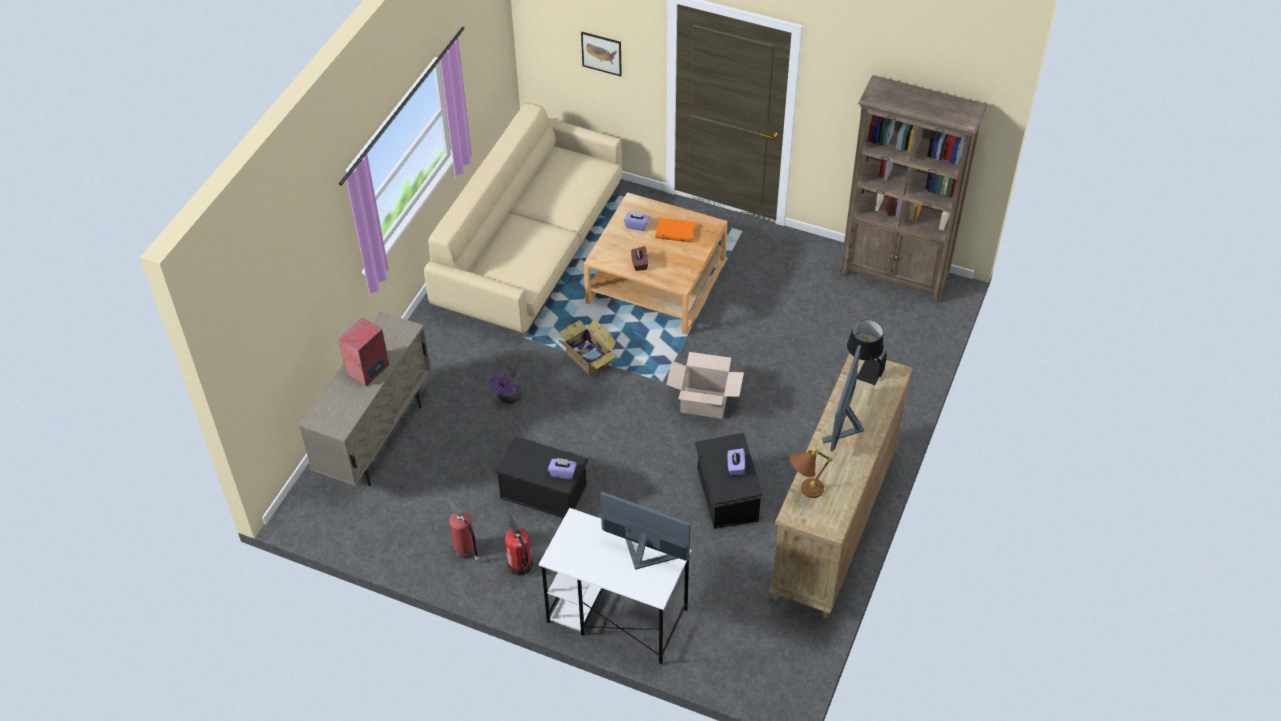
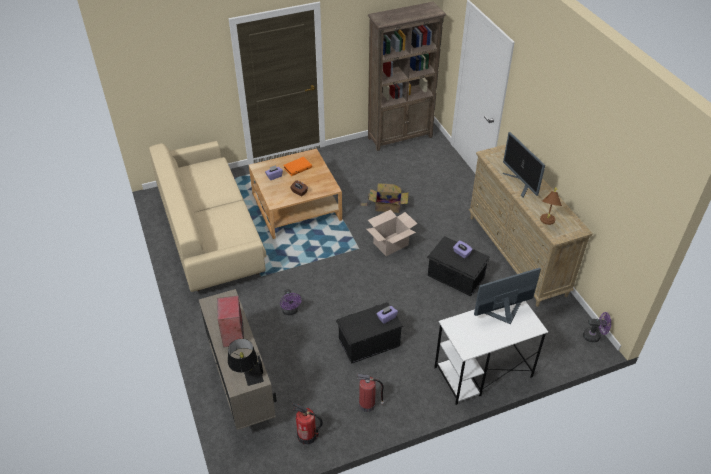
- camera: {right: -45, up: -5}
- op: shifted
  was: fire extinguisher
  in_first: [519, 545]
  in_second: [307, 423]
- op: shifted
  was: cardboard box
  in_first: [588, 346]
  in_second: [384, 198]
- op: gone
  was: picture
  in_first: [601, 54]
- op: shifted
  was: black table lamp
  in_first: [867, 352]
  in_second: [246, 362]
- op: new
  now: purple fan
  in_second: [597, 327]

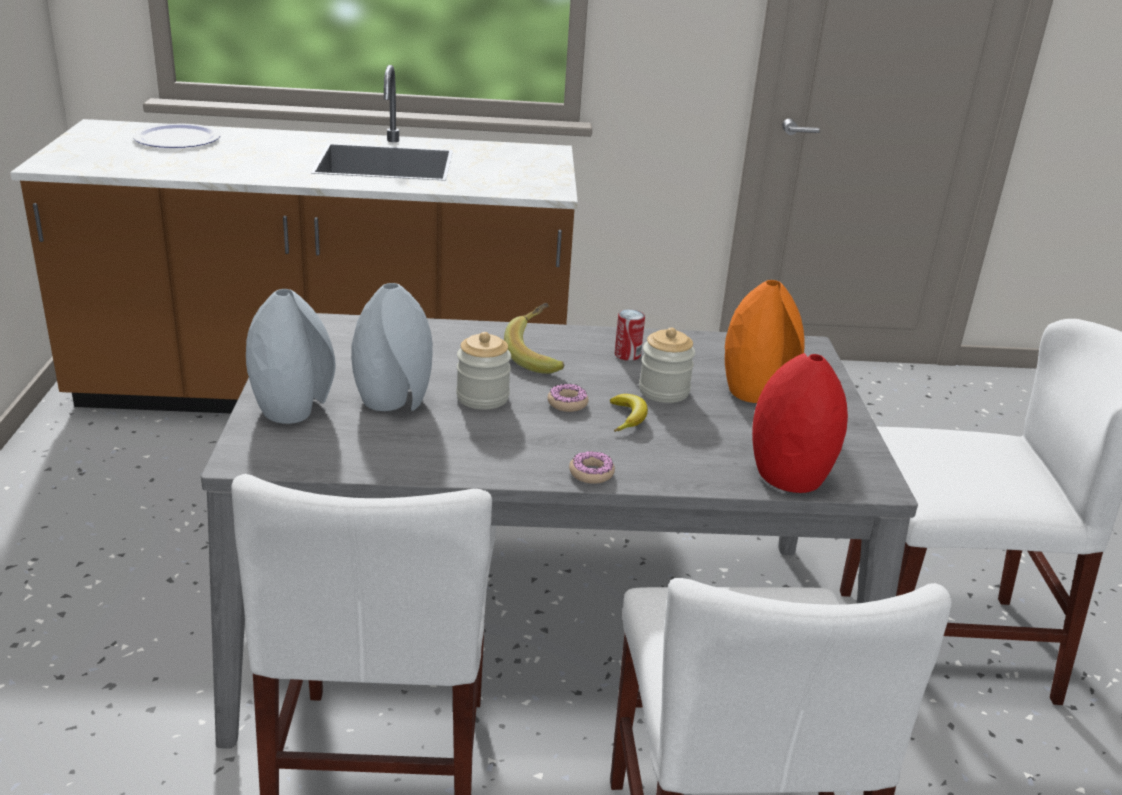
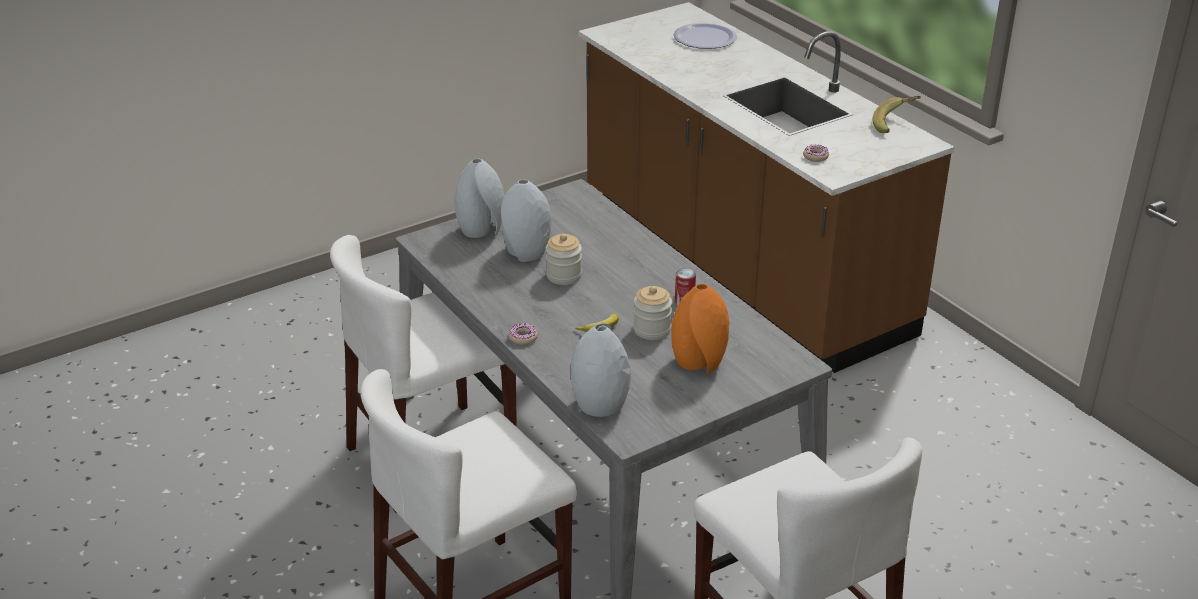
- camera: {right: 60, up: 5}
- op: shifted
  was: banana
  in_first: [534, 338]
  in_second: [897, 114]
- op: shifted
  was: donut
  in_first: [568, 398]
  in_second: [816, 153]
- op: repainted
  was: red vase
  now: grey vase
  in_first: [800, 423]
  in_second: [601, 370]

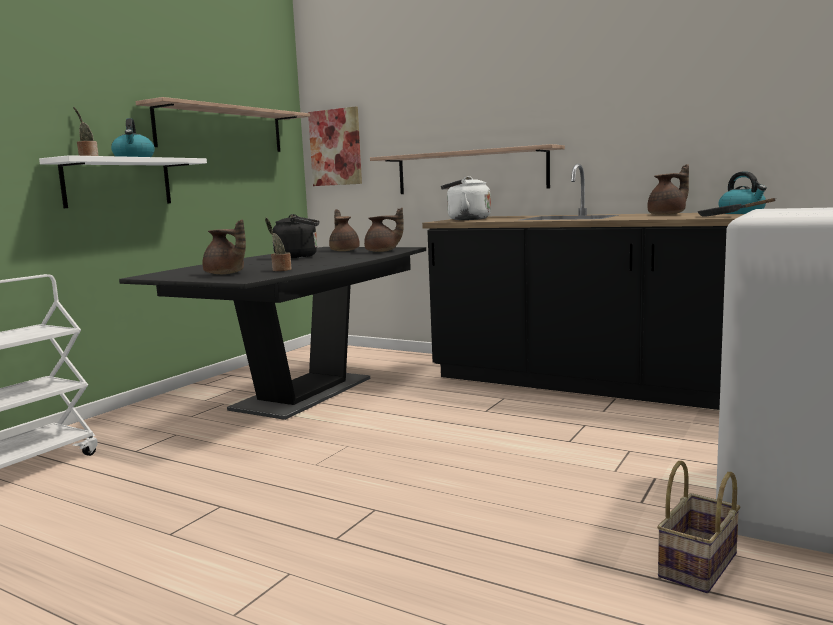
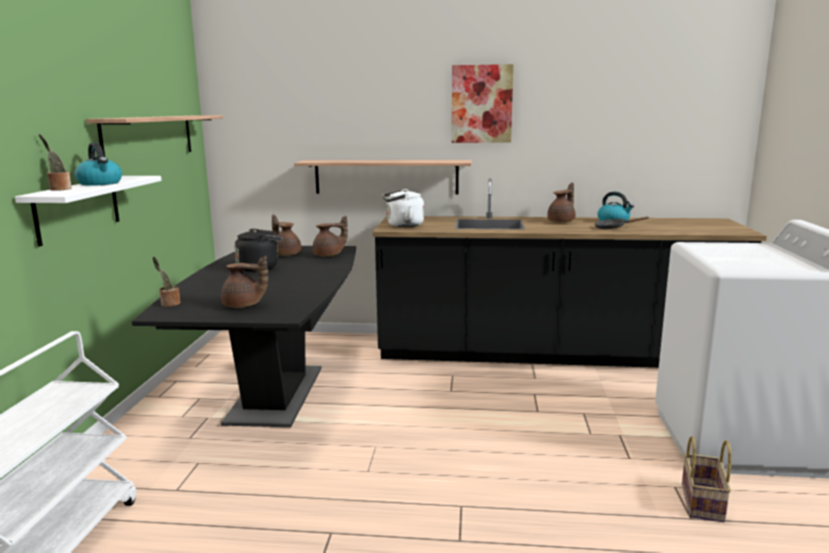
- camera: {right: -25, up: 5}
- op: shifted
  was: potted plant
  in_first: [278, 244]
  in_second: [166, 281]
- op: shifted
  was: picture
  in_first: [335, 146]
  in_second: [482, 103]

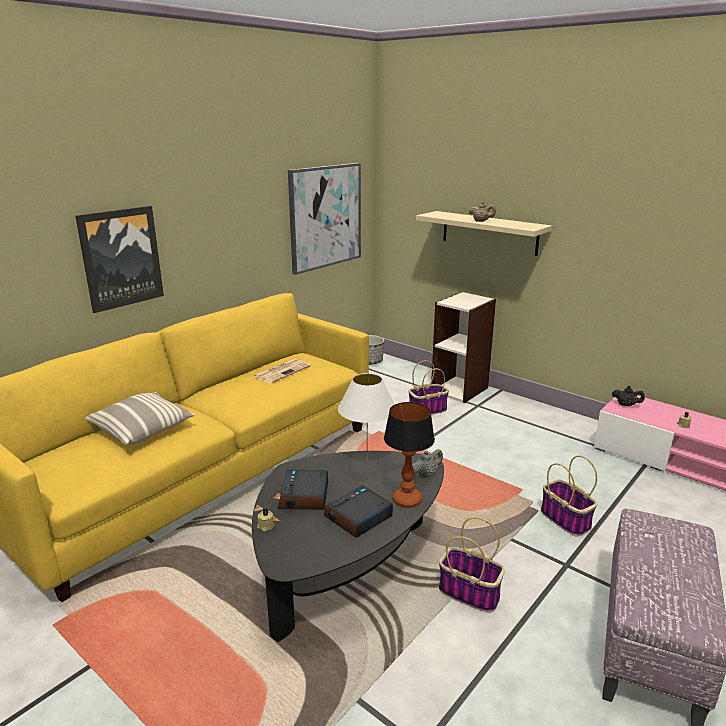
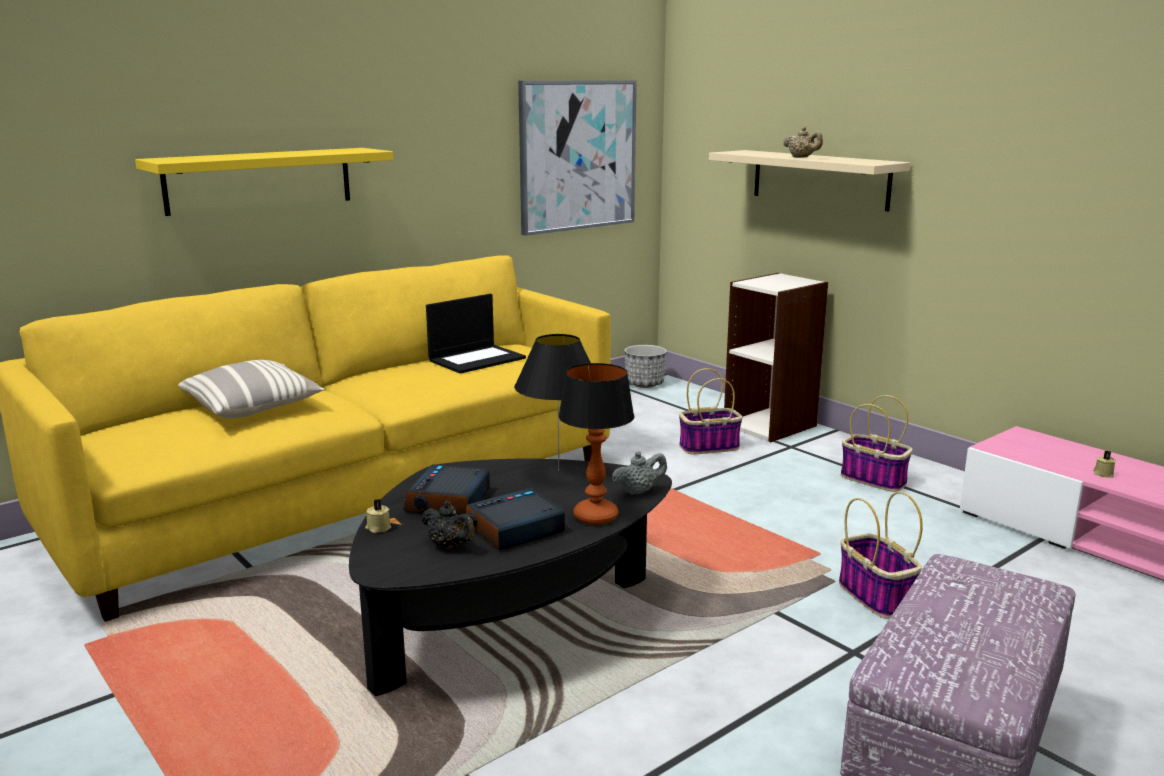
- camera: {right: 10, up: -5}
- op: swapped
  was: picture
  now: yellow shelf
  in_first: [119, 259]
  in_second: [264, 182]
- op: swapped
  was: newspaper
  now: laptop
  in_first: [282, 371]
  in_second: [476, 334]
- op: repainted
  was: white table lamp
  now: black table lamp
  in_first: [366, 417]
  in_second: [552, 402]
- op: shifted
  was: basket
  in_first: [472, 565]
  in_second: [876, 443]
- op: shifted
  was: black teapot
  in_first: [628, 396]
  in_second: [448, 524]

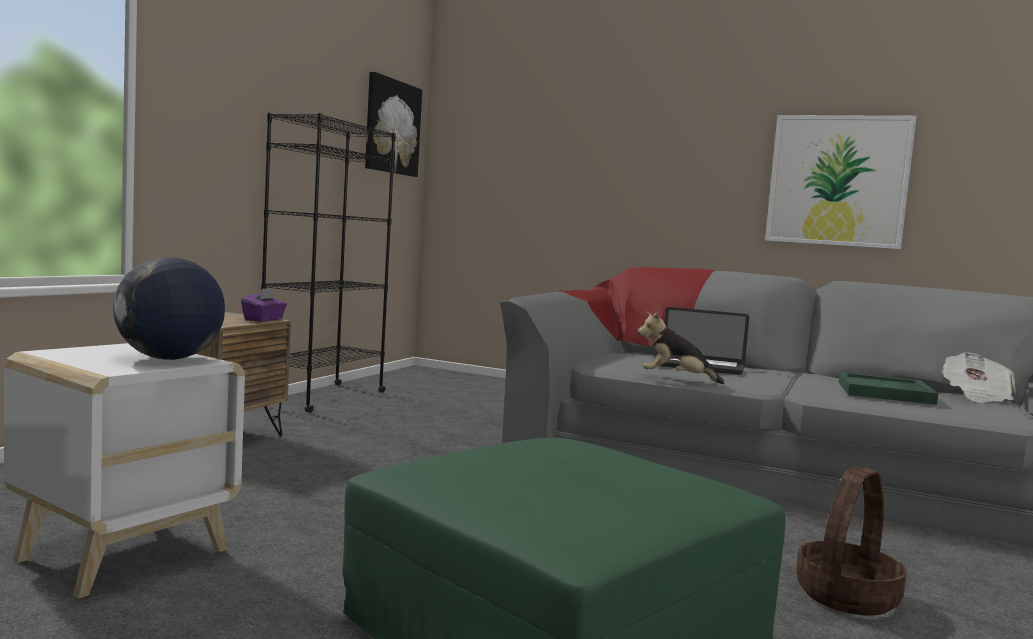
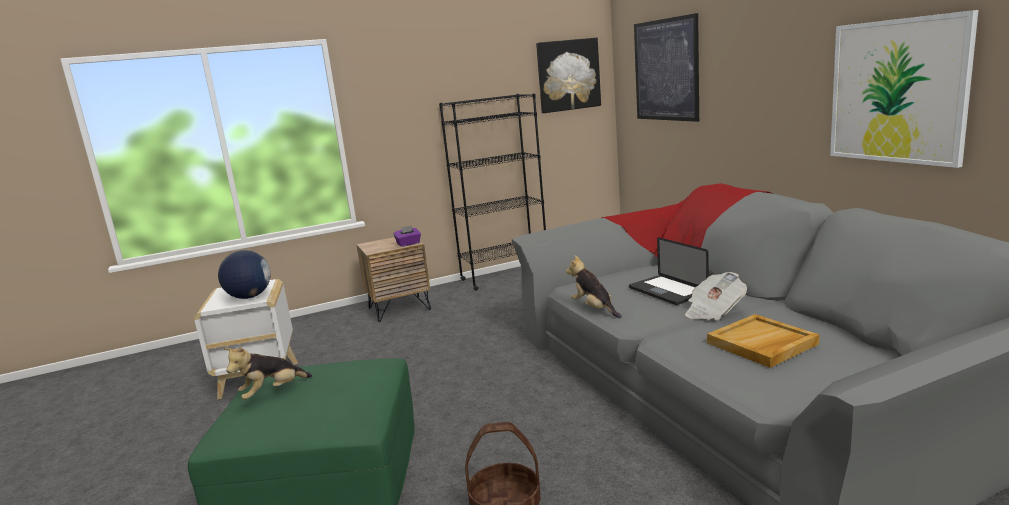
- camera: {right: 45, up: 10}
- op: repainted
  was: green tray
  now: beige tray
  in_first: [888, 388]
  in_second: [763, 341]
- op: shifted
  was: newspaper
  in_first: [979, 377]
  in_second: [716, 296]
- op: new
  now: plush toy
  in_second: [268, 373]
- op: new
  now: picture
  in_second: [666, 67]

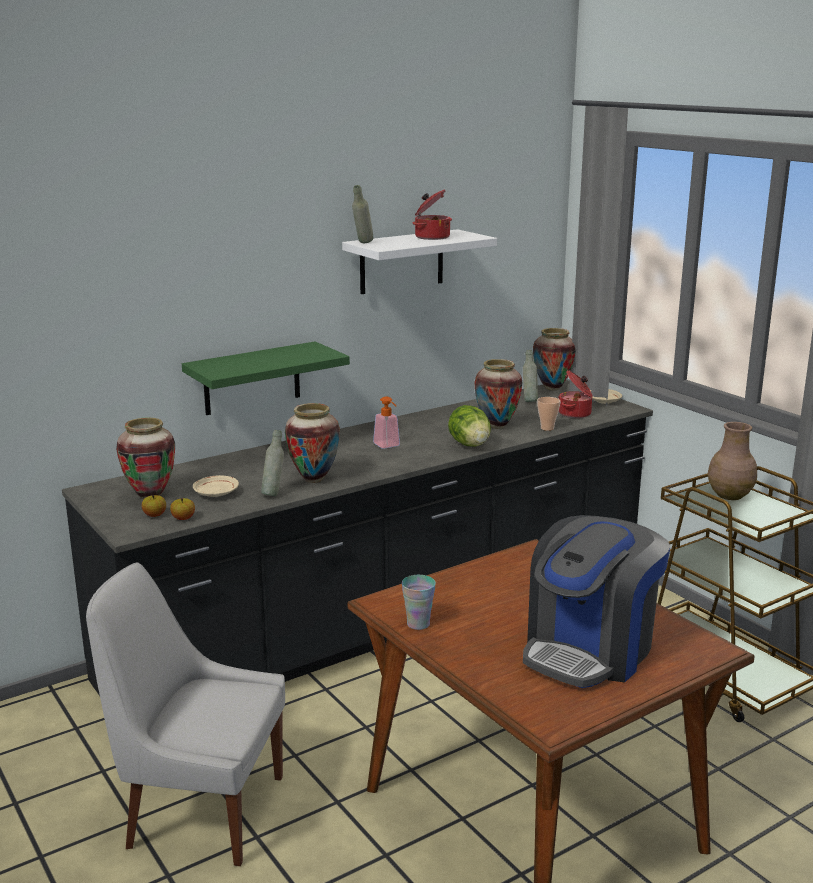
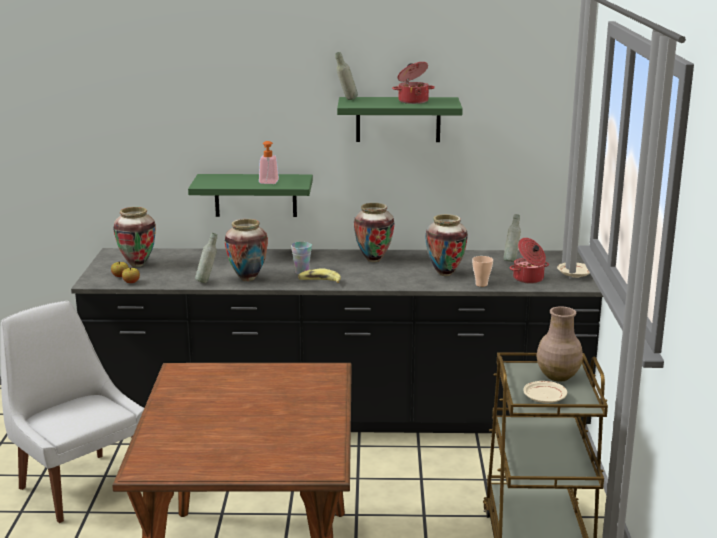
- camera: {right: 35, up: 0}
- op: shifted
  was: beige plate
  in_first: [216, 486]
  in_second: [545, 392]
- op: repainted
  was: white shelf
  now: green shelf
  in_first: [419, 261]
  in_second: [400, 119]
- op: shifted
  was: soap dispenser
  in_first: [386, 422]
  in_second: [269, 162]
- op: shifted
  was: cup
  in_first: [419, 602]
  in_second: [301, 258]
- op: gone
  was: lettuce
  in_first: [469, 426]
- op: gone
  was: coffee machine
  in_first: [597, 601]
- op: shifted
  was: vase
  in_first: [554, 359]
  in_second: [374, 232]
- op: new
  now: banana
  in_second: [319, 275]

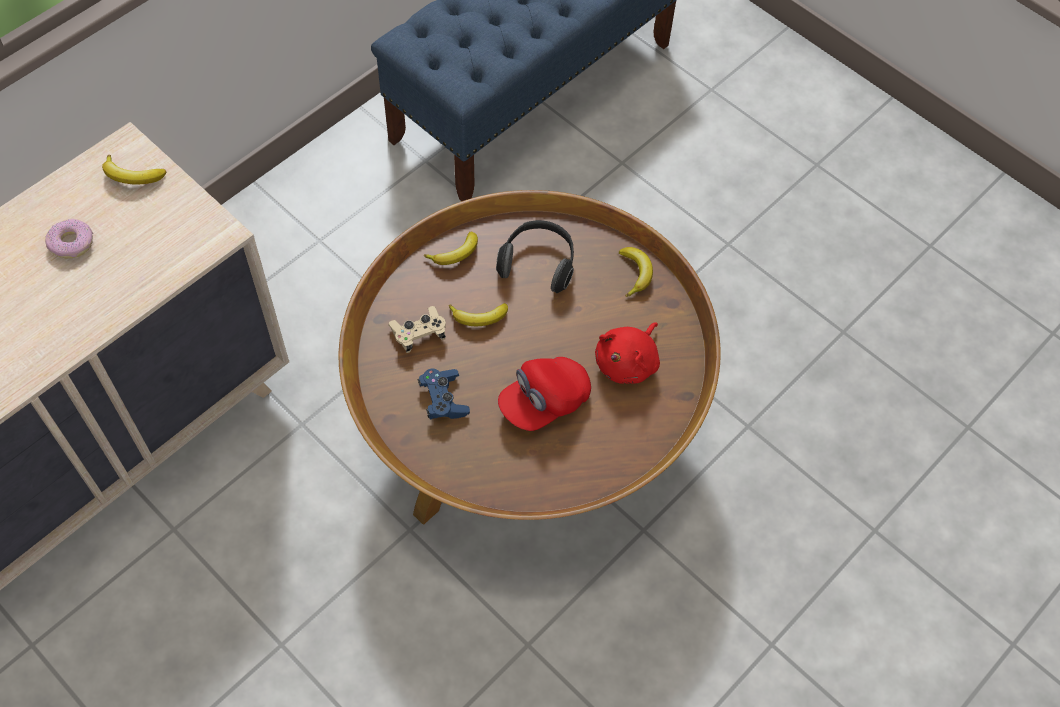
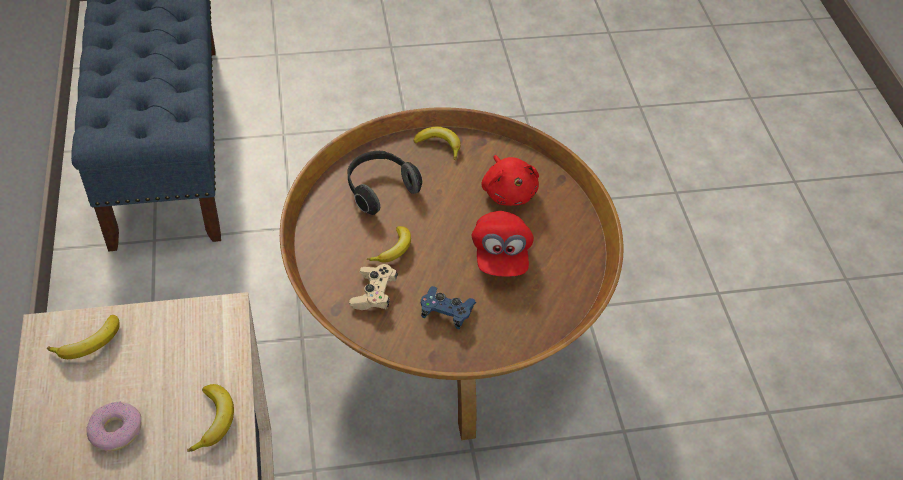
- camera: {right: -55, up: -10}
- op: shifted
  was: banana
  in_first: [451, 248]
  in_second: [210, 418]

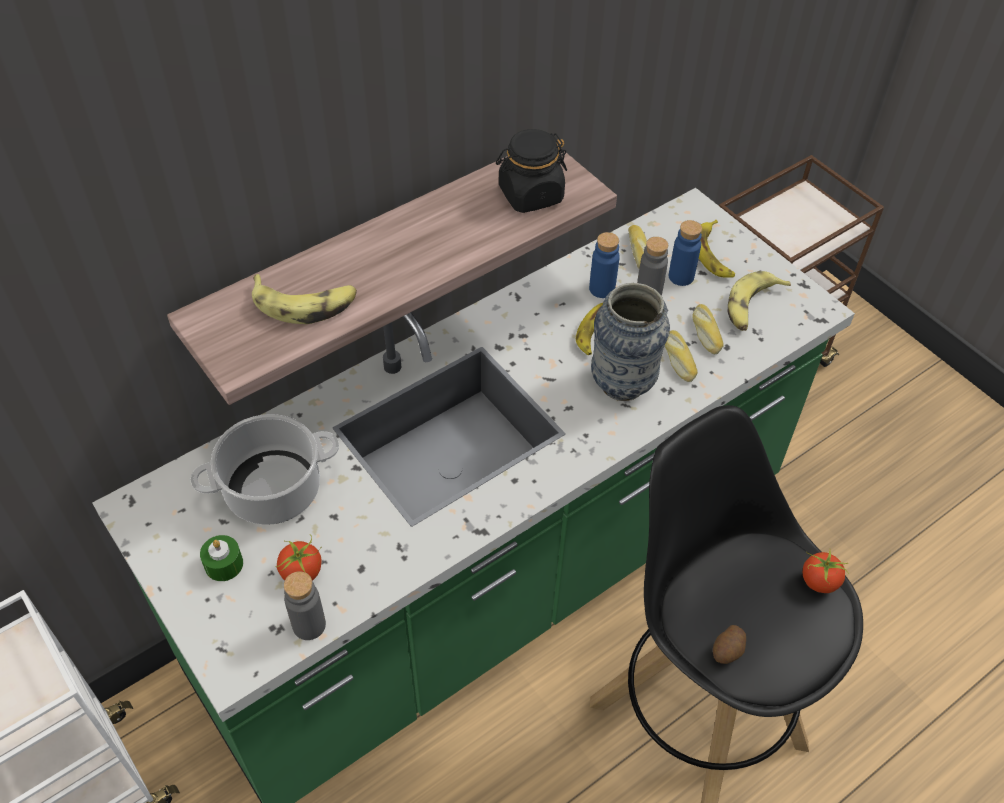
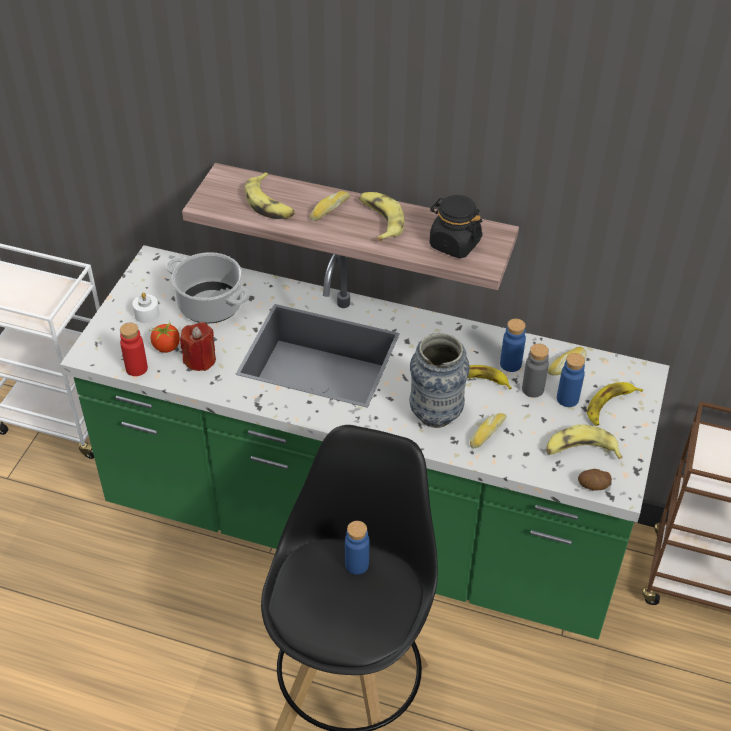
- camera: {right: 55, up: -5}
- op: repainted
  was: green candle
  now: white candle
  in_first: [221, 558]
  in_second: [146, 307]
- op: repainted
  was: grey bottle
  now: red bottle
  in_first: [305, 605]
  in_second: [134, 349]
- op: shifted
  was: bread
  in_first: [708, 329]
  in_second: [330, 206]
- op: shifted
  was: potato
  in_first: [729, 644]
  in_second: [595, 480]
- op: gone
  was: tomato
  in_first: [826, 572]
- op: new
  now: red candle
  in_second: [198, 346]
- op: new
  now: blue bottle
  in_second: [357, 547]
- op: new
  now: banana
  in_second: [382, 216]

